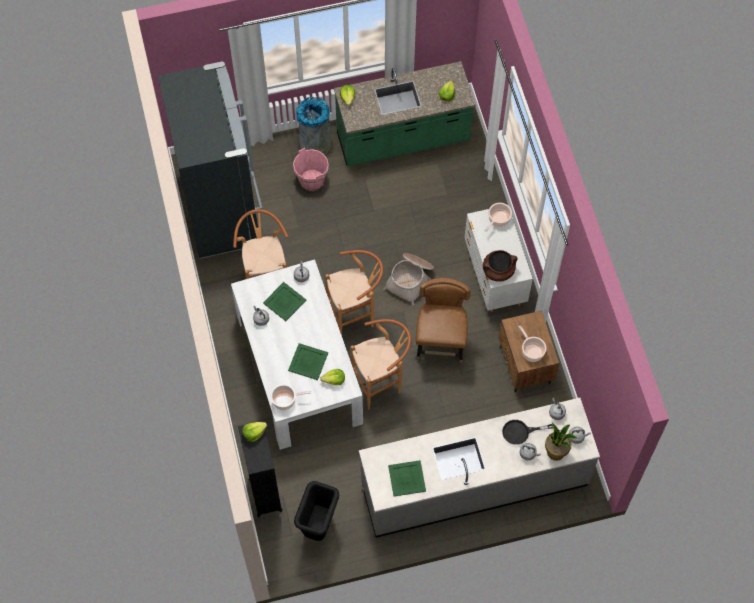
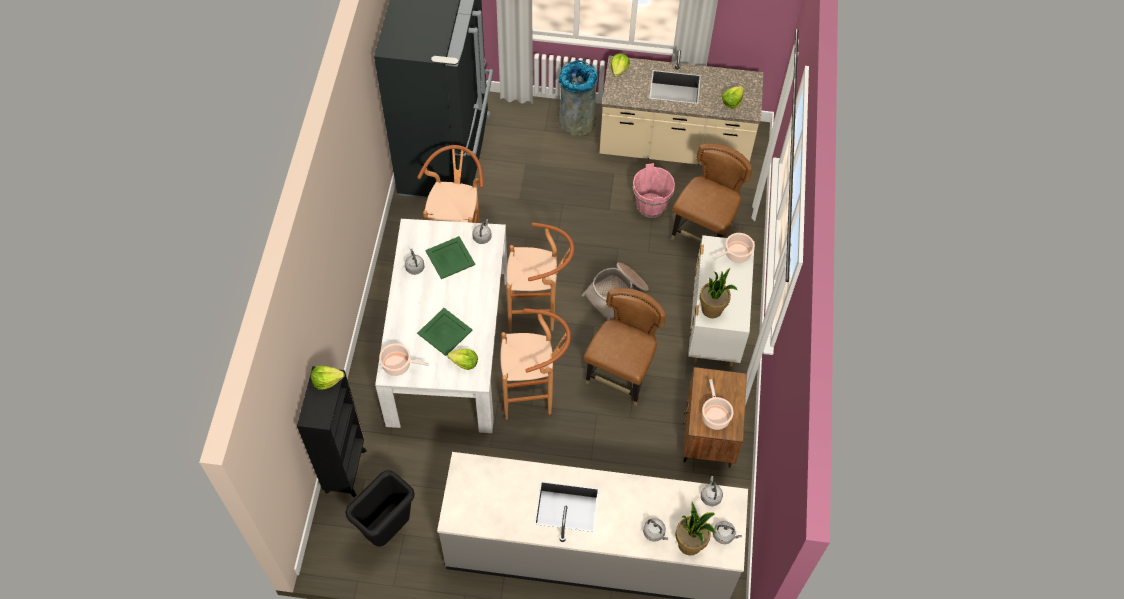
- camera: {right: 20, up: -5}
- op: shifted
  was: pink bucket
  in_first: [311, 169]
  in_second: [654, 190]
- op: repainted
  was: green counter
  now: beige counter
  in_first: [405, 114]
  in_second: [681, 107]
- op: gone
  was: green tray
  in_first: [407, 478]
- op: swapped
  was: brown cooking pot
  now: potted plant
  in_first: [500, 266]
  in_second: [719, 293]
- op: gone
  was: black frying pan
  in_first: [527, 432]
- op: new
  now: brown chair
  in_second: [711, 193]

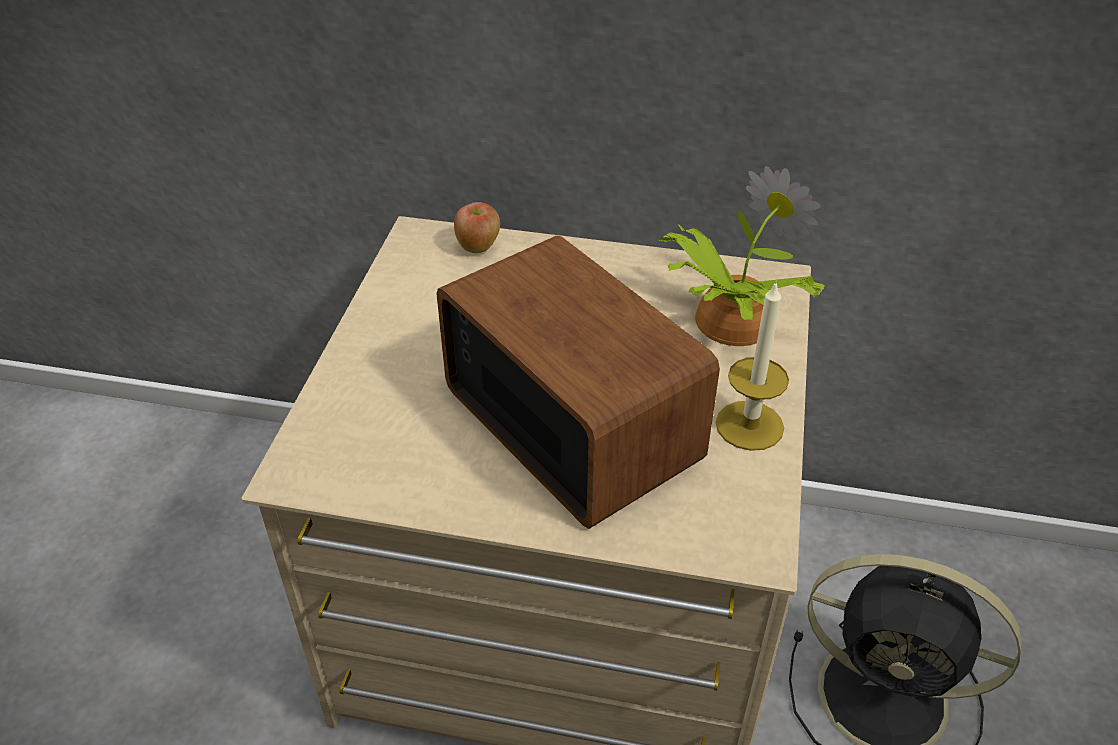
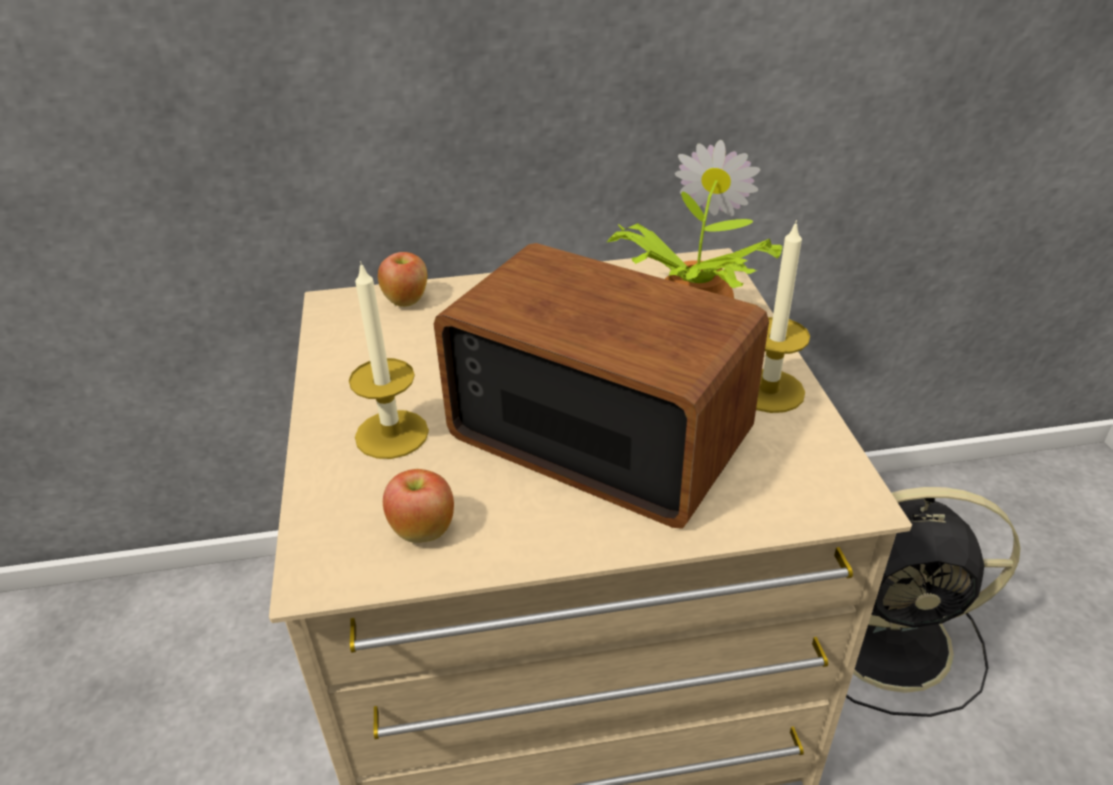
- camera: {right: -20, up: -5}
- op: new
  now: candle
  in_second: [389, 360]
- op: new
  now: apple
  in_second: [418, 506]

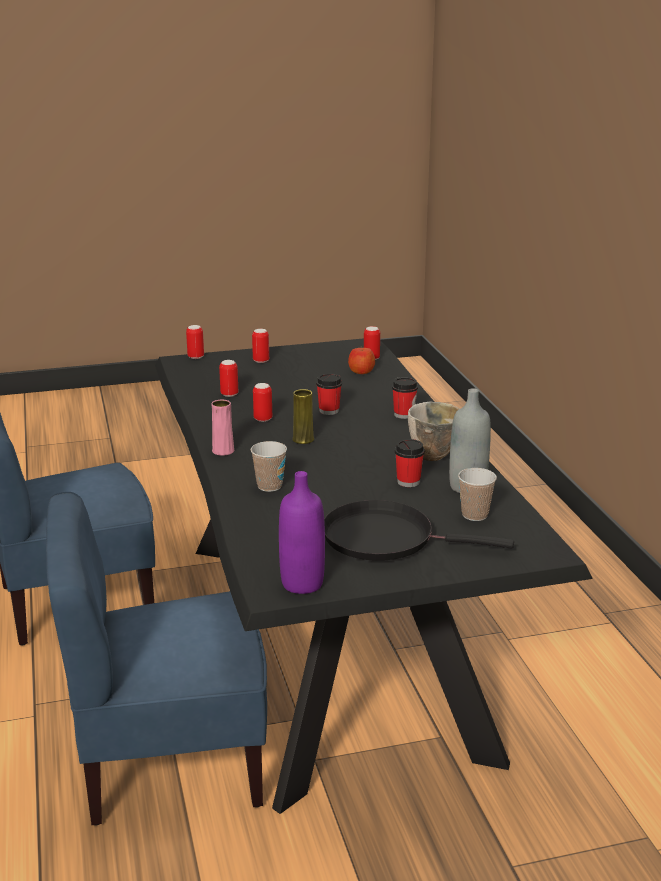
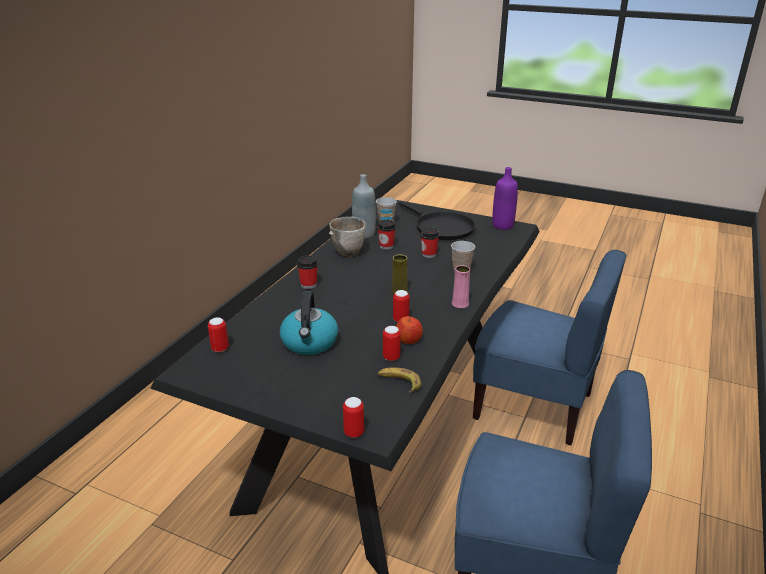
- camera: {right: -140, up: 5}
- op: gone
  was: can
  in_first: [260, 346]
- op: shifted
  was: cup
  in_first: [329, 394]
  in_second: [429, 242]
- op: shifted
  was: apple
  in_first: [361, 360]
  in_second: [409, 330]
- op: new
  now: kettle
  in_second: [309, 323]
- op: new
  now: banana
  in_second: [400, 380]

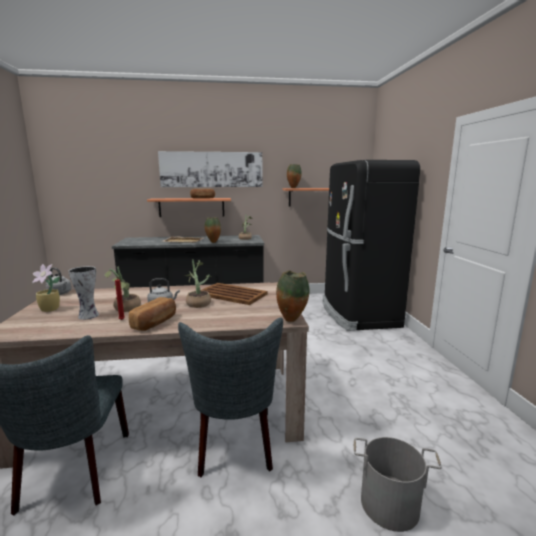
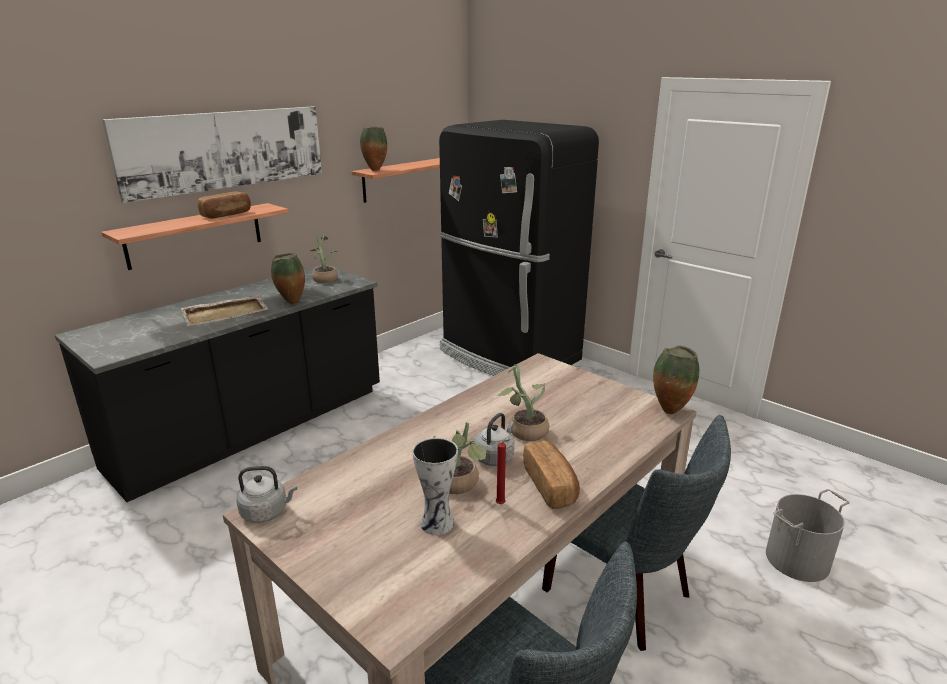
- camera: {right: -40, up: 10}
- op: gone
  was: potted plant
  in_first: [46, 288]
- op: gone
  was: brown tray
  in_first: [234, 294]

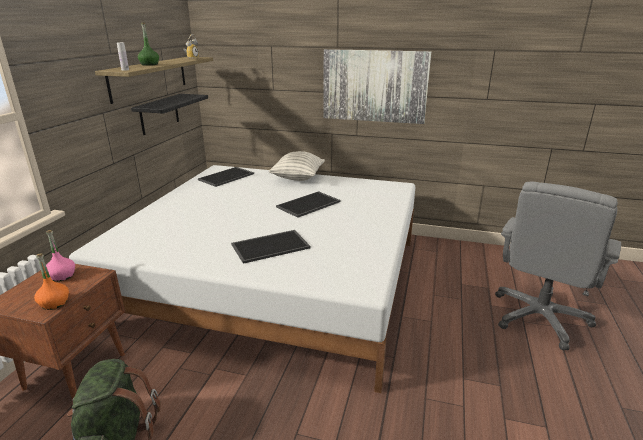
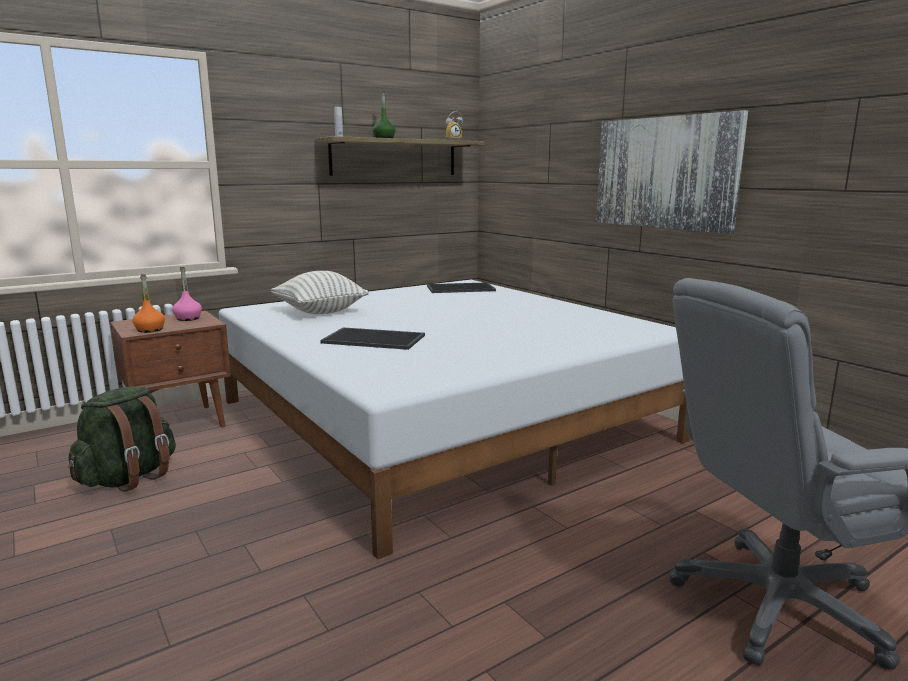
- camera: {right: 40, up: -10}
- op: gone
  was: black shelf
  in_first: [169, 114]
- op: shifted
  was: pillow
  in_first: [297, 166]
  in_second: [320, 292]
- op: gone
  was: tray
  in_first: [308, 204]

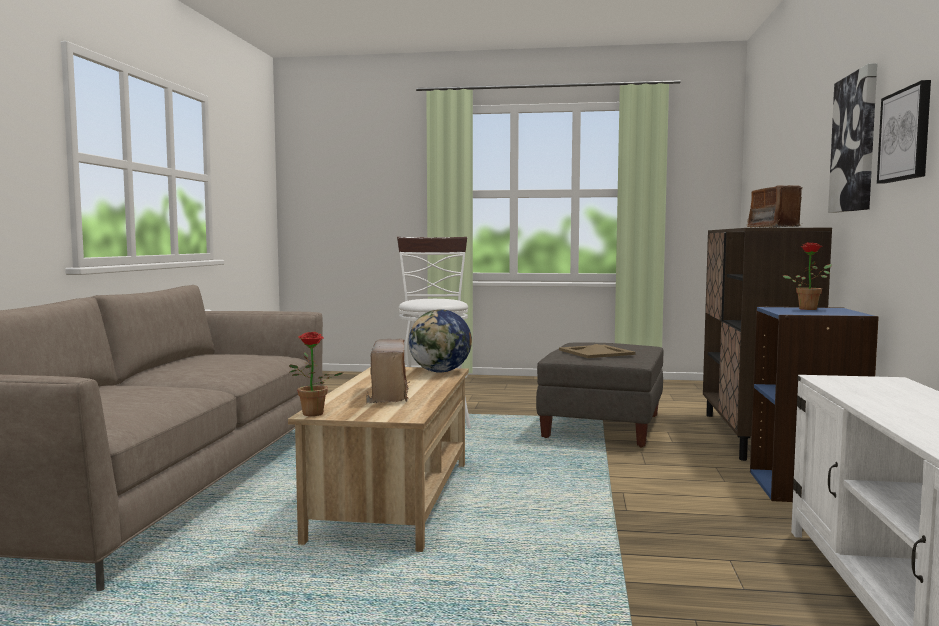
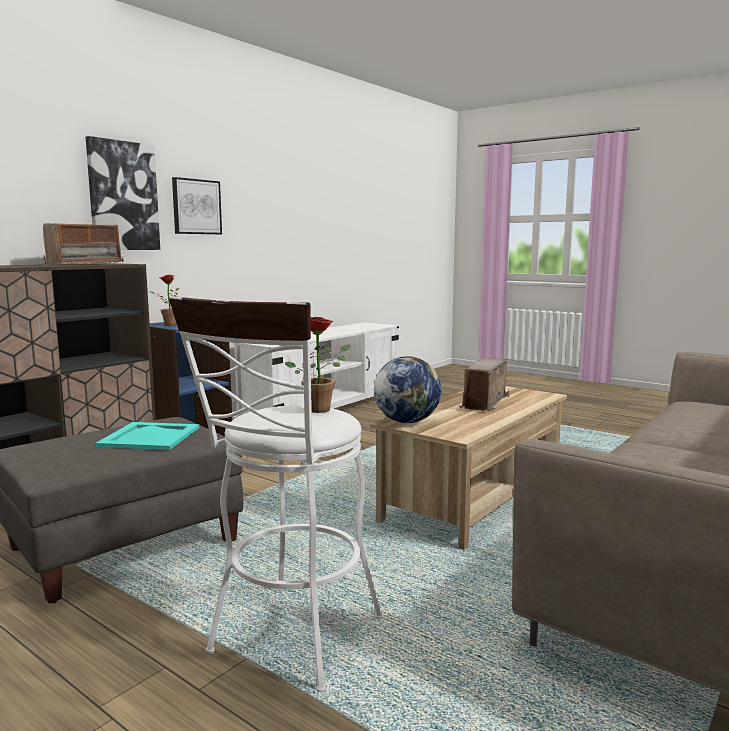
- camera: {right: -150, up: 5}
- op: shifted
  was: potted plant
  in_first: [316, 374]
  in_second: [318, 365]
- op: repainted
  was: beige tray
  now: turquoise tray
  in_first: [597, 351]
  in_second: [147, 436]

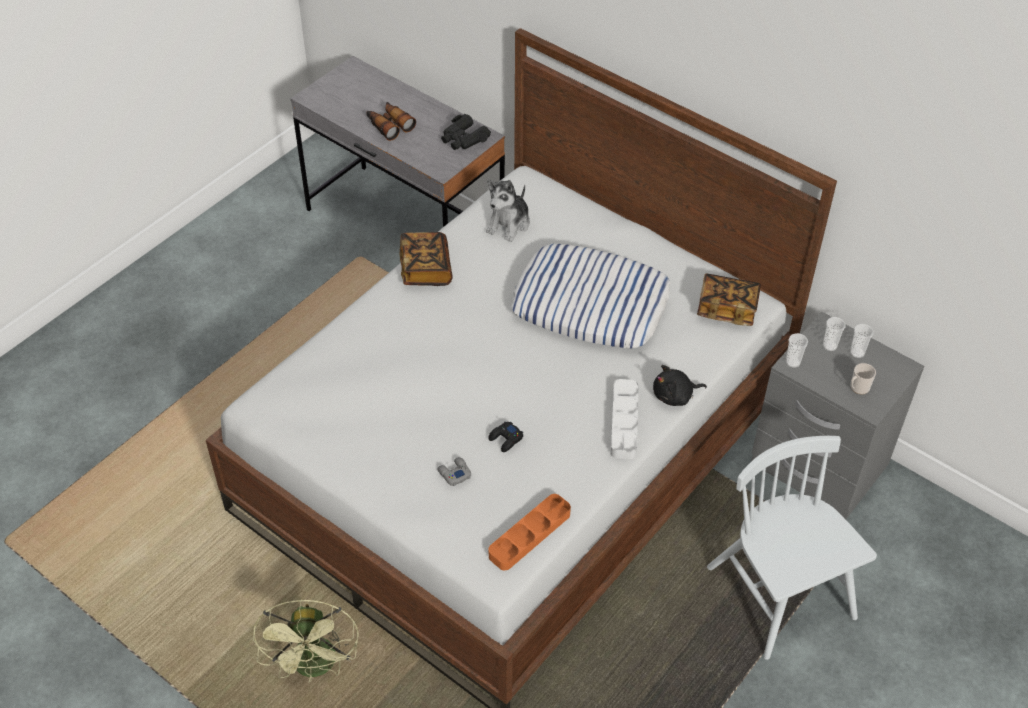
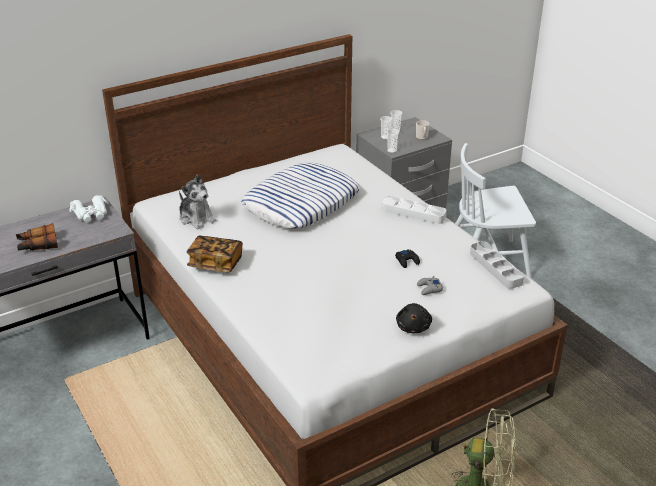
- camera: {right: -70, up: -15}
- op: repainted
  was: black binoculars
  now: white binoculars
  in_first: [466, 132]
  in_second: [89, 208]
- op: repainted
  was: orange tray
  now: grey tray
  in_first: [530, 532]
  in_second: [497, 265]
- op: shifted
  was: black plush toy
  in_first: [680, 385]
  in_second: [414, 318]
- op: gone
  was: book
  in_first: [729, 300]

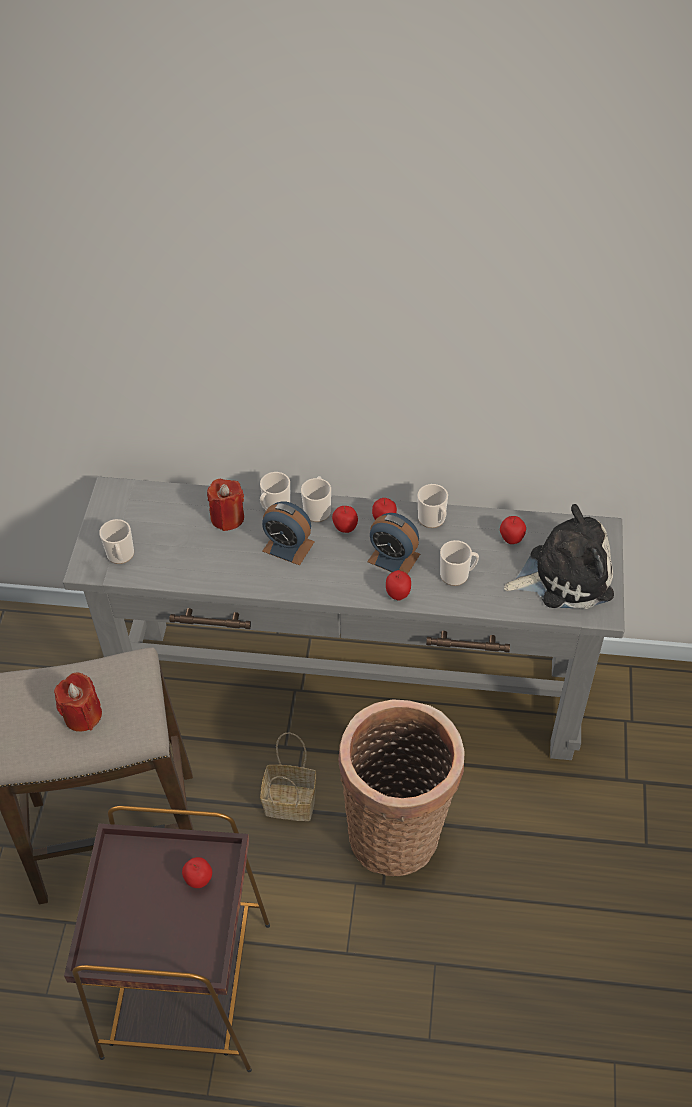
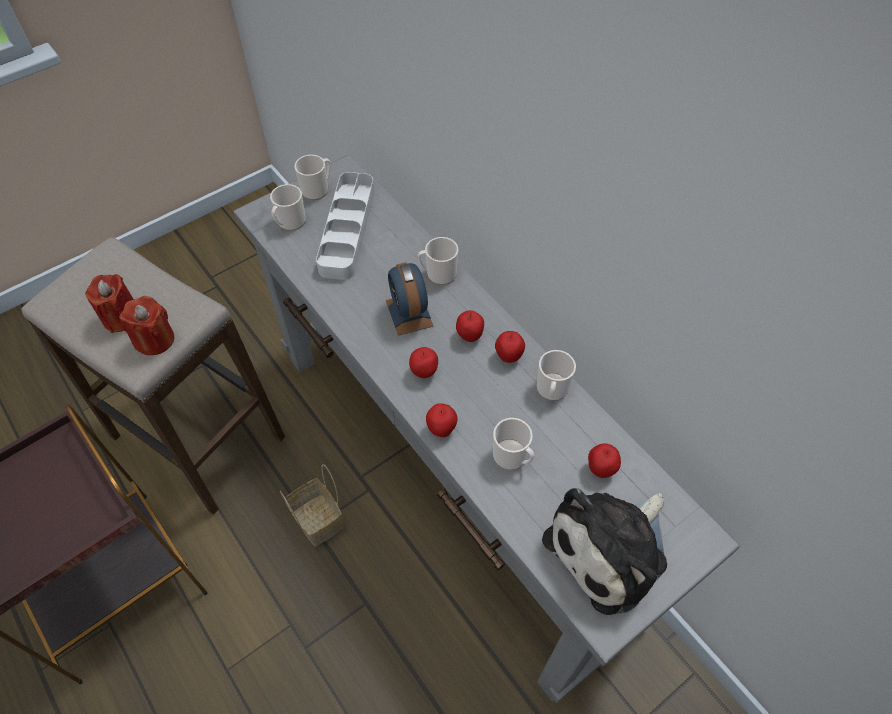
- camera: {right: 45, up: 5}
- op: shifted
  was: apple
  in_first: [197, 872]
  in_second: [423, 362]
- op: shifted
  was: red candle
  in_first: [225, 505]
  in_second: [146, 325]
- op: shifted
  was: mug
  in_first: [316, 499]
  in_second: [313, 177]
- op: gone
  was: basket
  in_first: [401, 787]
- op: gone
  was: alarm clock
  in_first: [393, 543]
- op: rotated
  was: plush toy
  in_first: [559, 556]
  in_second: [604, 551]
  clockwise: 105
- op: new
  now: grey tray
  in_second: [345, 226]

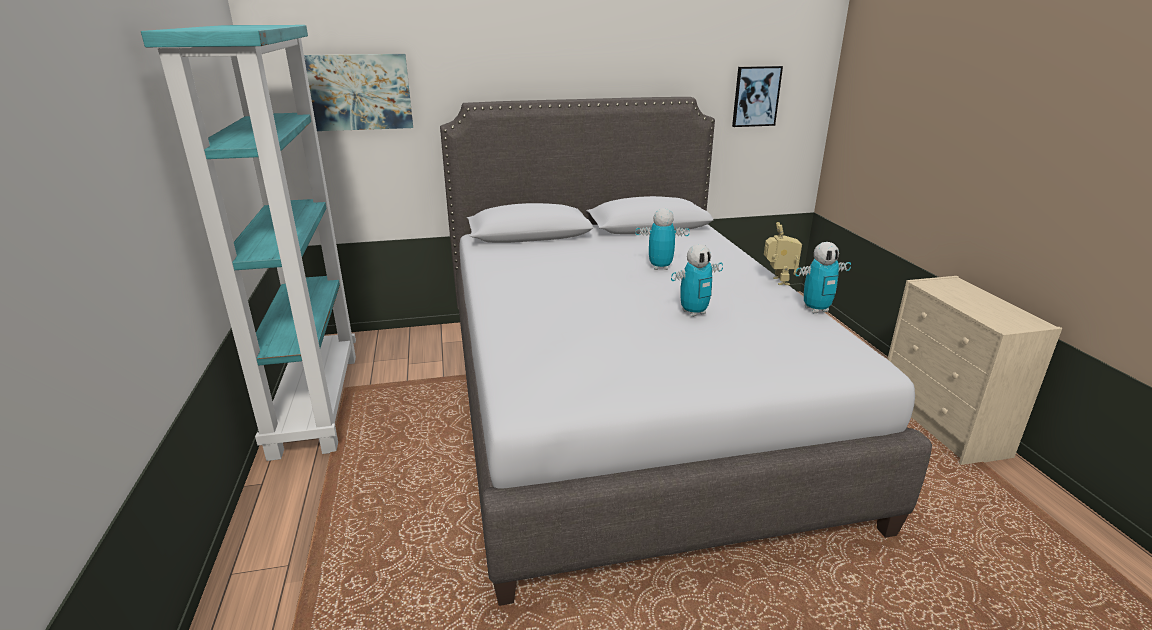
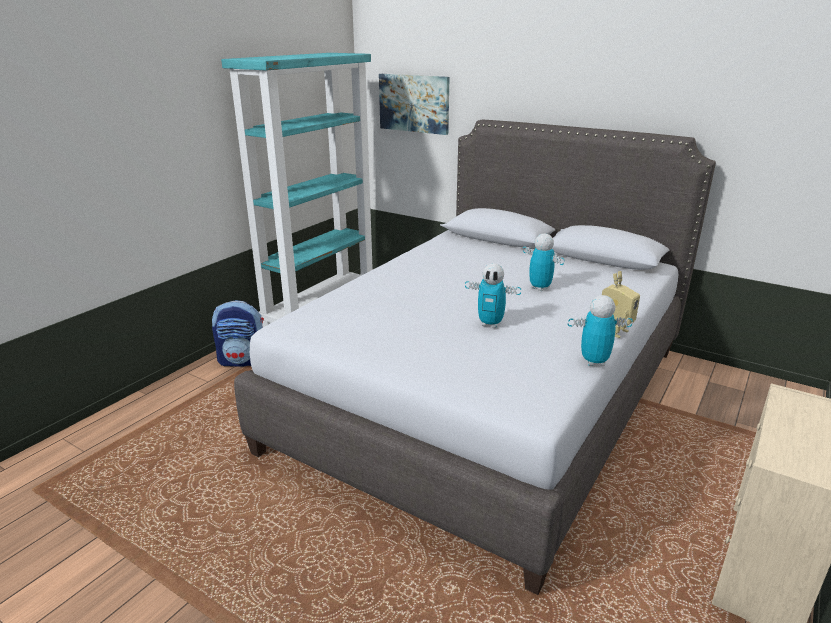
- camera: {right: 45, up: 0}
- op: gone
  was: picture
  in_first: [757, 96]
- op: rotated
  was: toy robot
  in_first: [823, 277]
  in_second: [600, 330]
  clockwise: 150
- op: new
  now: backpack
  in_second: [238, 333]

